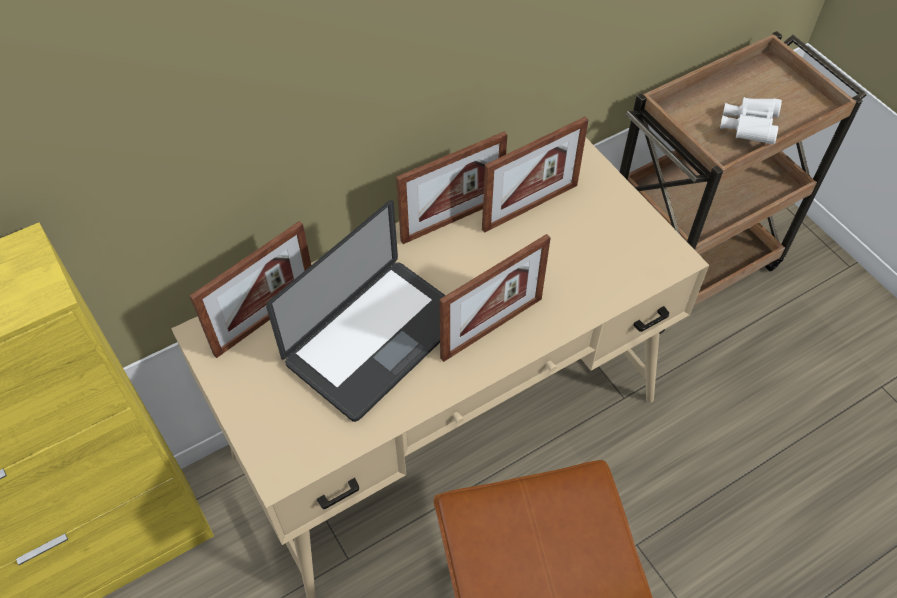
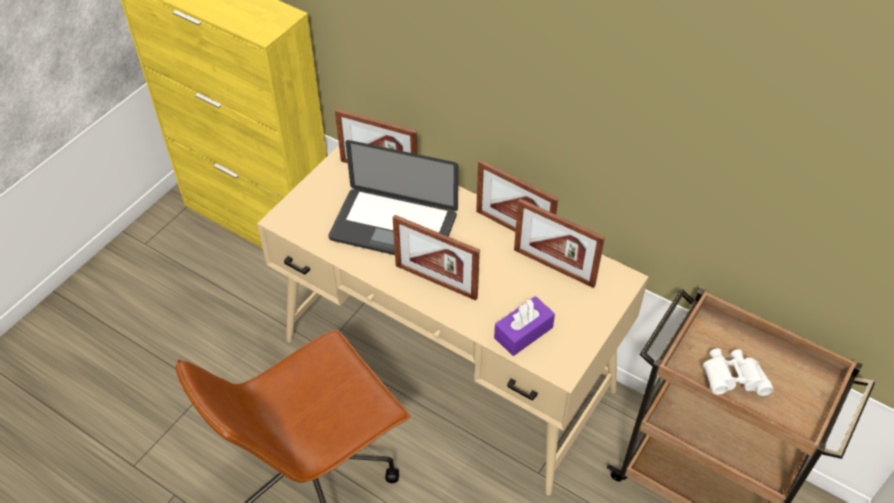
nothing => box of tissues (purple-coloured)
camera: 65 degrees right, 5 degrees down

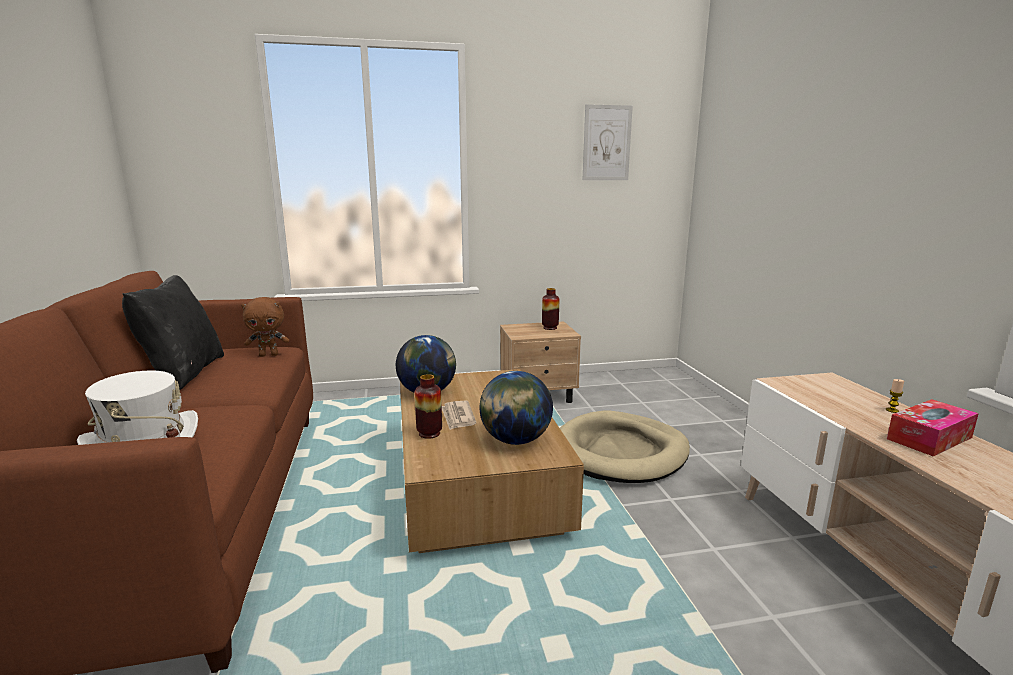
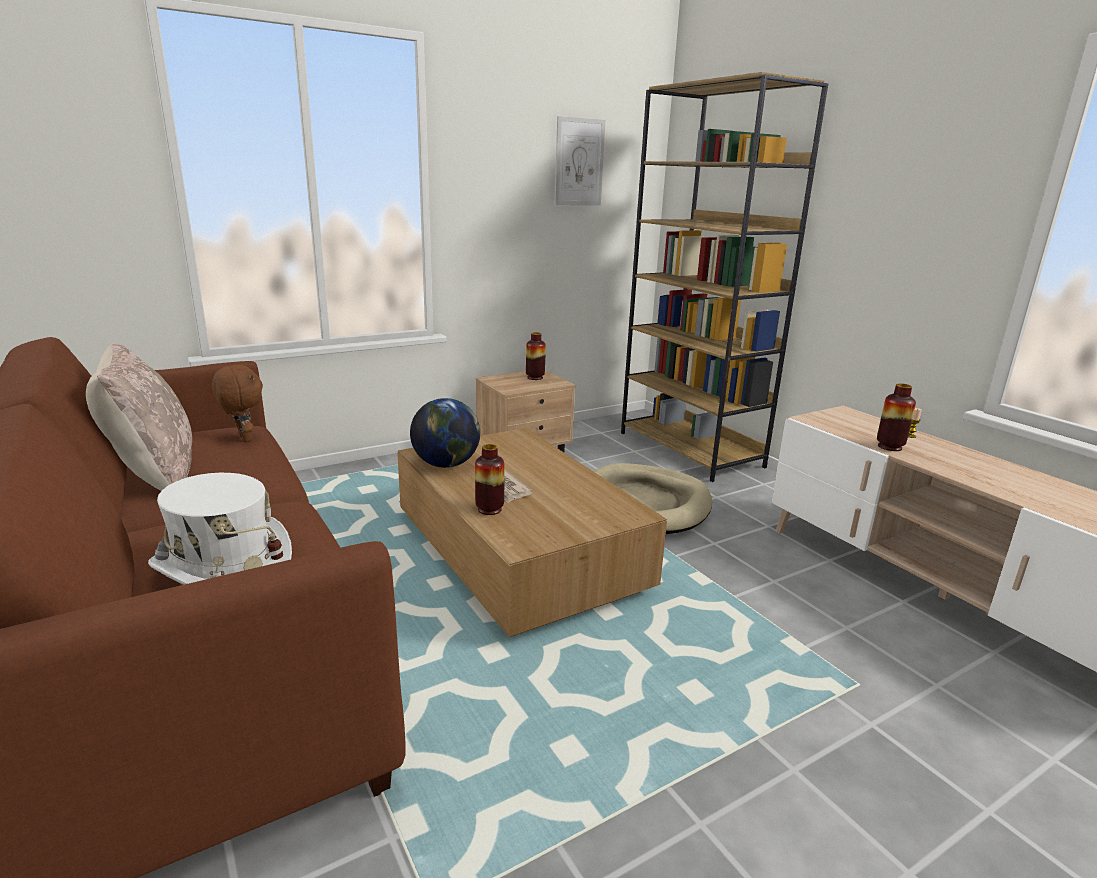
globe (no. 2 from left) => nothing
box of tissues => nothing
nothing => bookcase (brownish)
nothing => flower vase (no. 3 from left)
cushion (black-coloured) => cushion (sand-coloured)
plush toy (brownish), 90 degrees counterclockwise
camera: 20 degrees left, 5 degrees up

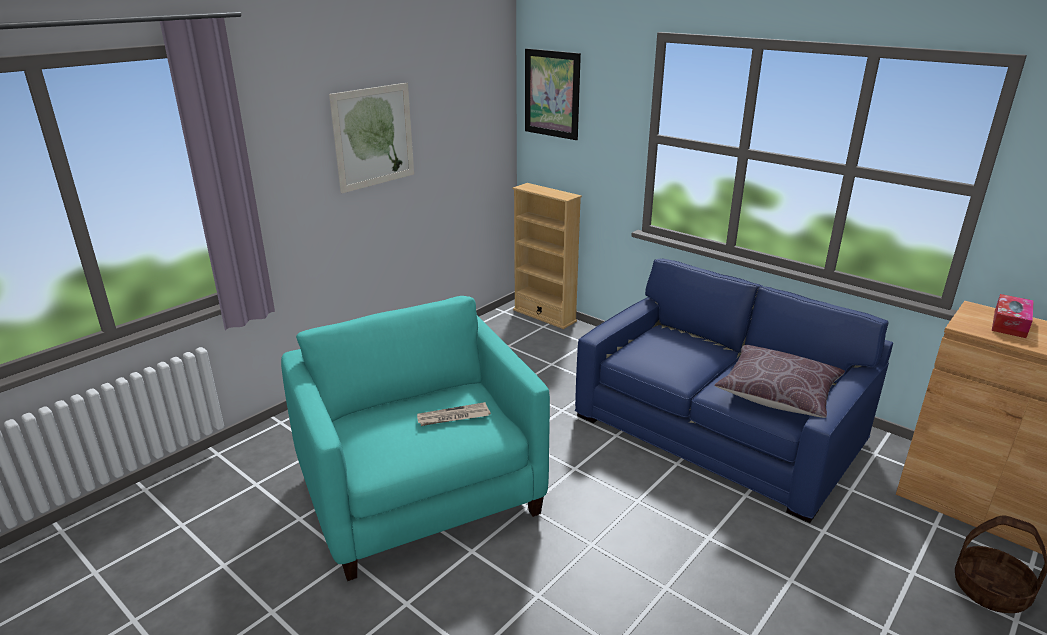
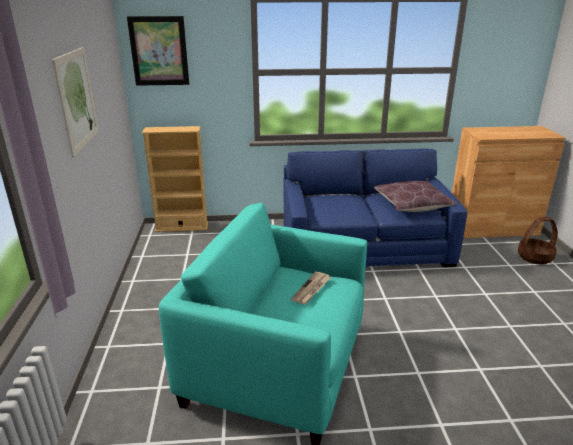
box of tissues => nothing
camera: 45 degrees left, 0 degrees up

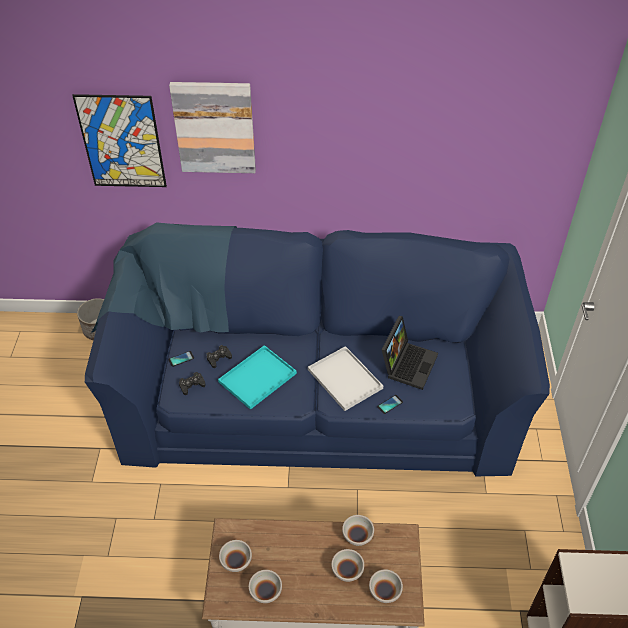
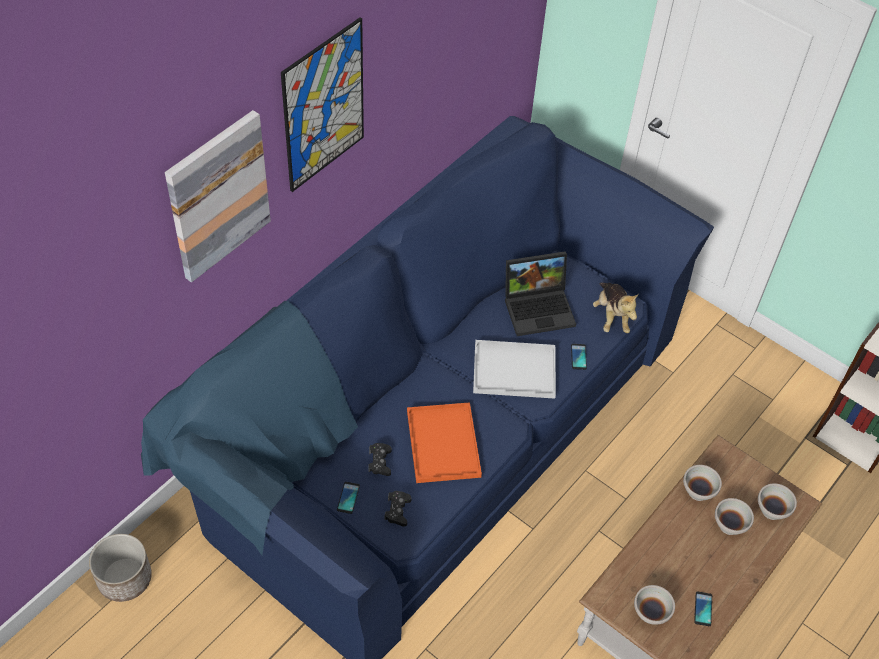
nothing => plush toy
picture (no. 1 from left in the first image) => picture (no. 2 from left), shifted
serving bowl (whitish) (no. 2 from left) => phone (no. 3 from left)
serving tray (blue-green) => serving tray (orange-coloured)
laptop, 105 degrees clockwise
camera: 55 degrees left, 5 degrees up

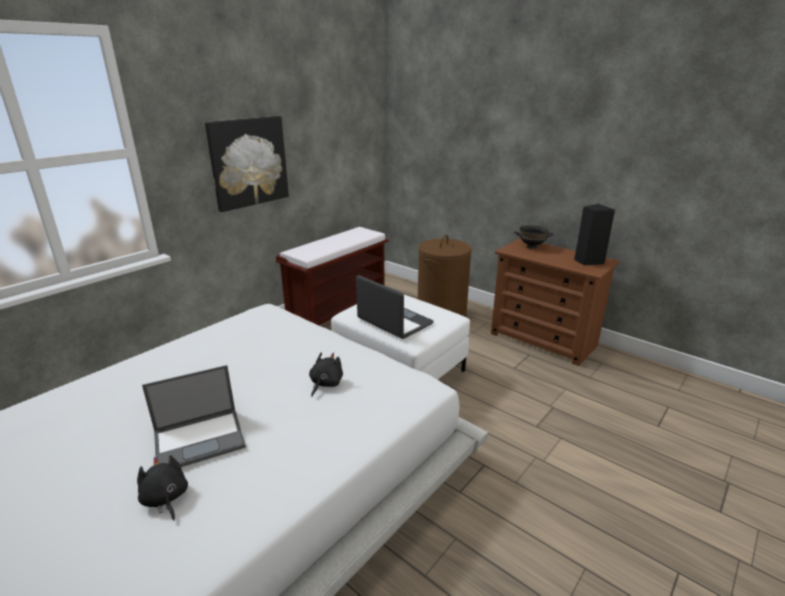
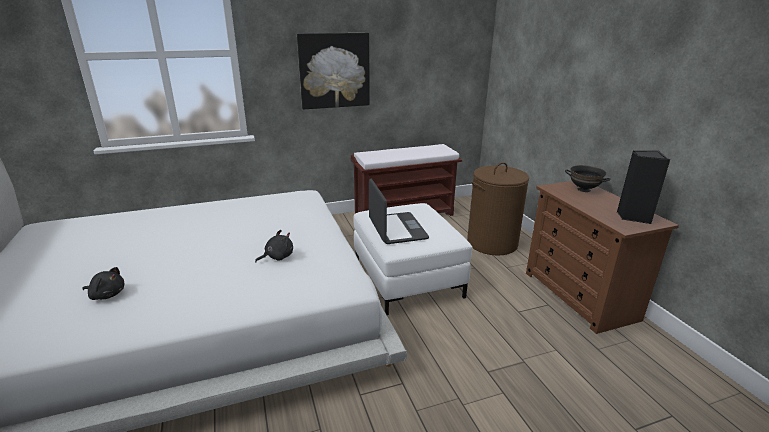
laptop (no. 1 from left) => nothing
plush toy (black-coloured) (no. 1 from left), 105 degrees clockwise
camera: 30 degrees right, 0 degrees up

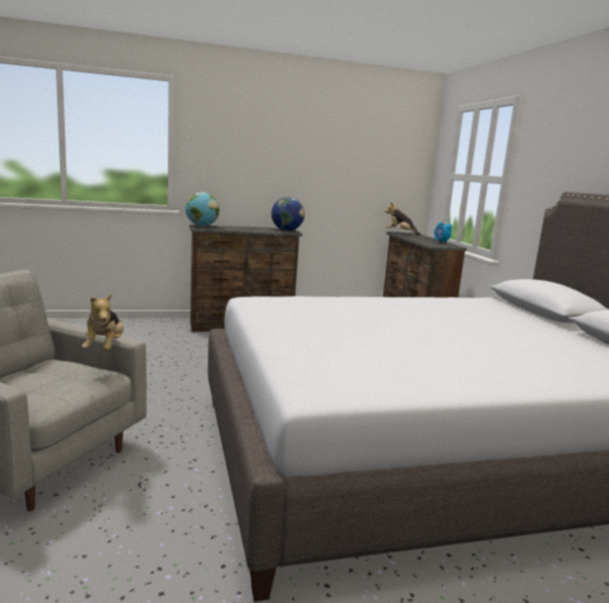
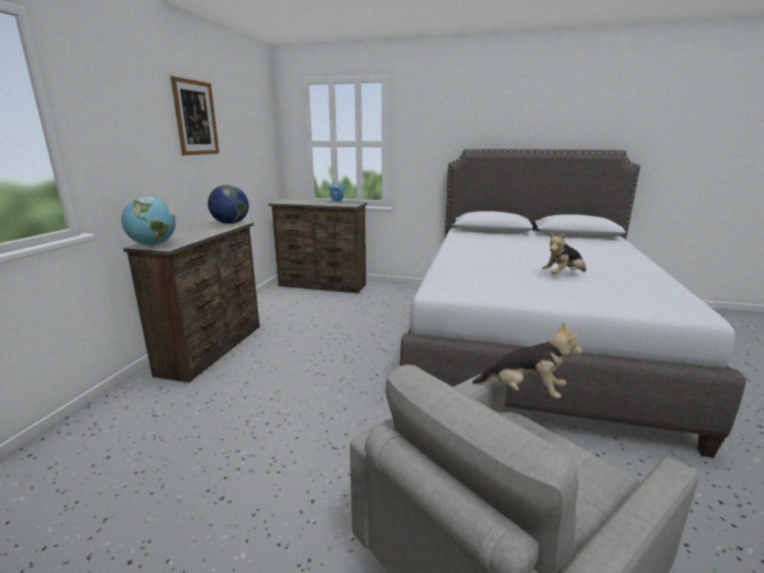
nothing => picture
plush toy (no. 2 from left), shifted
camera: 60 degrees left, 5 degrees up

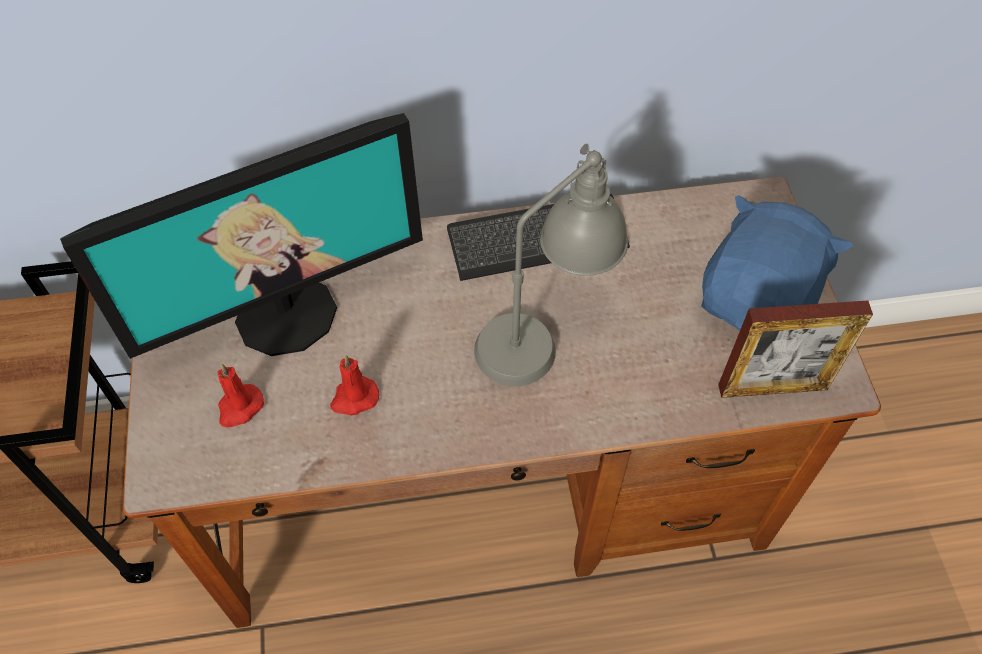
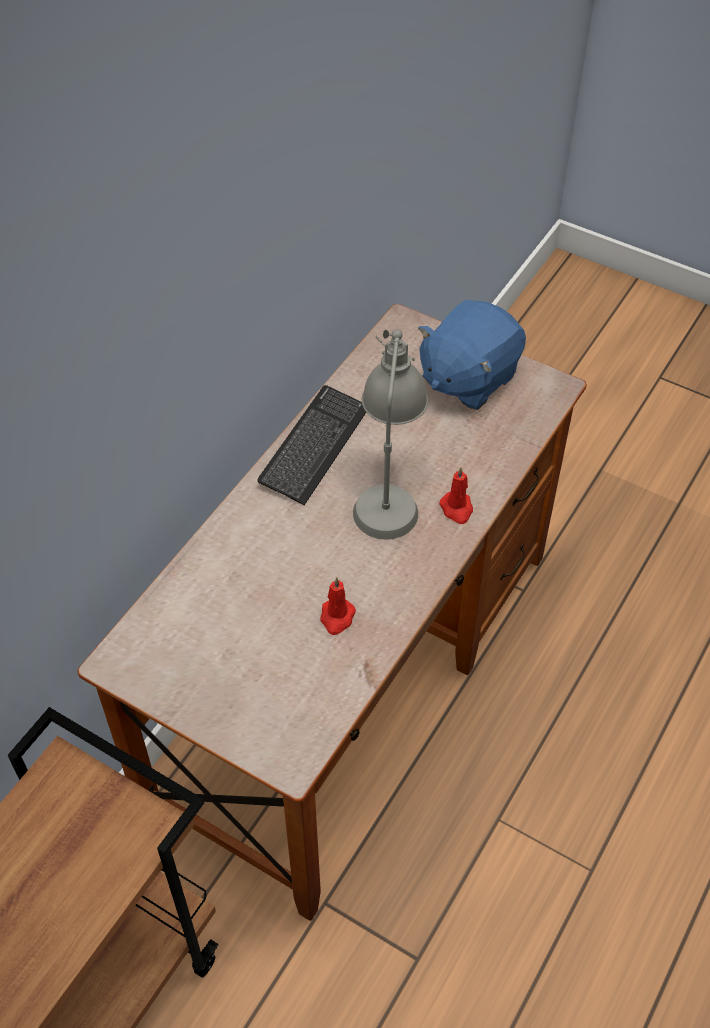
computer screen => nothing
photo frame => nothing
wax candle (reddish) (no. 1 from left in the first image) => wax candle (reddish) (no. 2 from left), shifted
plush toy (bluish), 120 degrees counterclockwise
camera: 50 degrees left, 5 degrees down

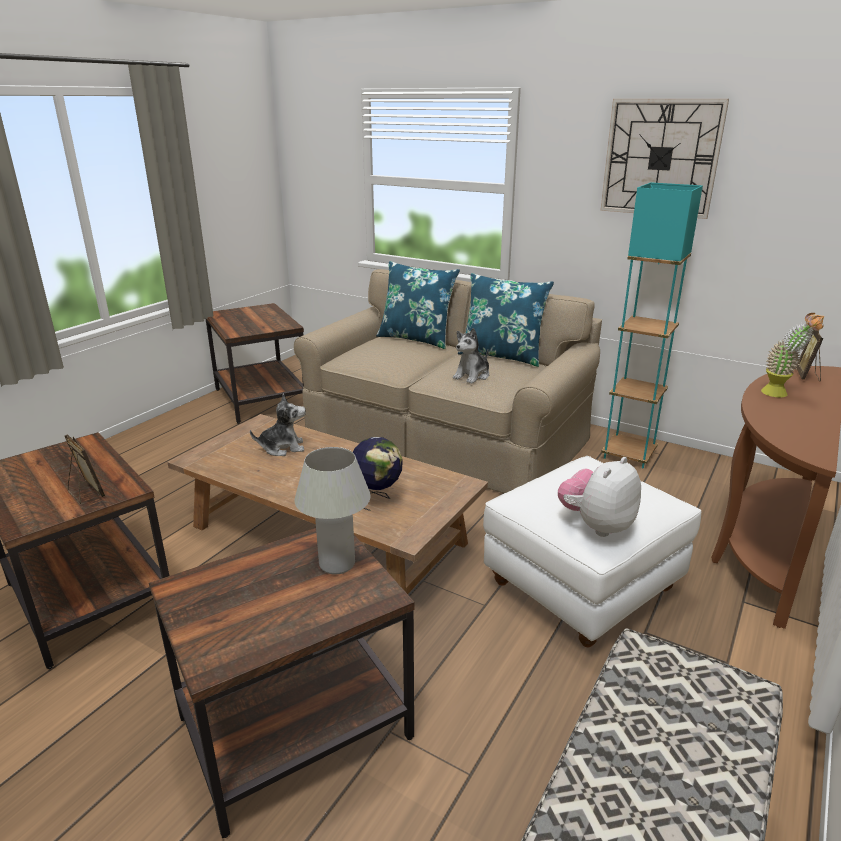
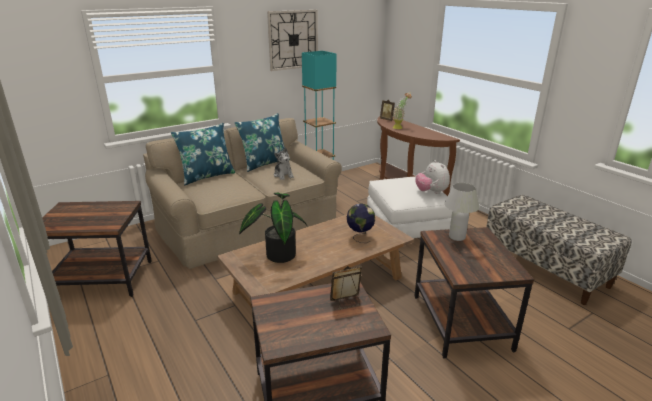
plush toy (no. 1 from left) => houseplant (no. 1 from left)
camera: 65 degrees left, 0 degrees up

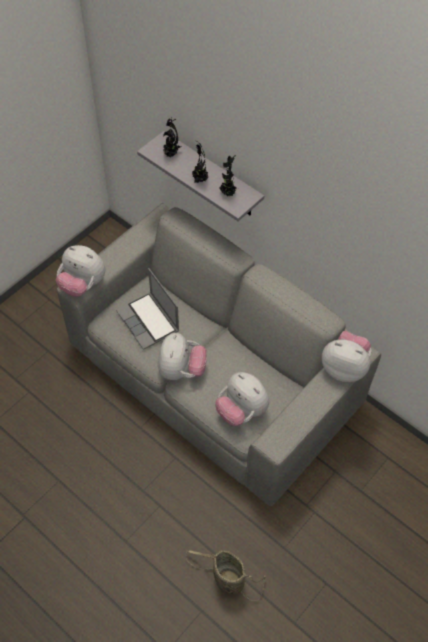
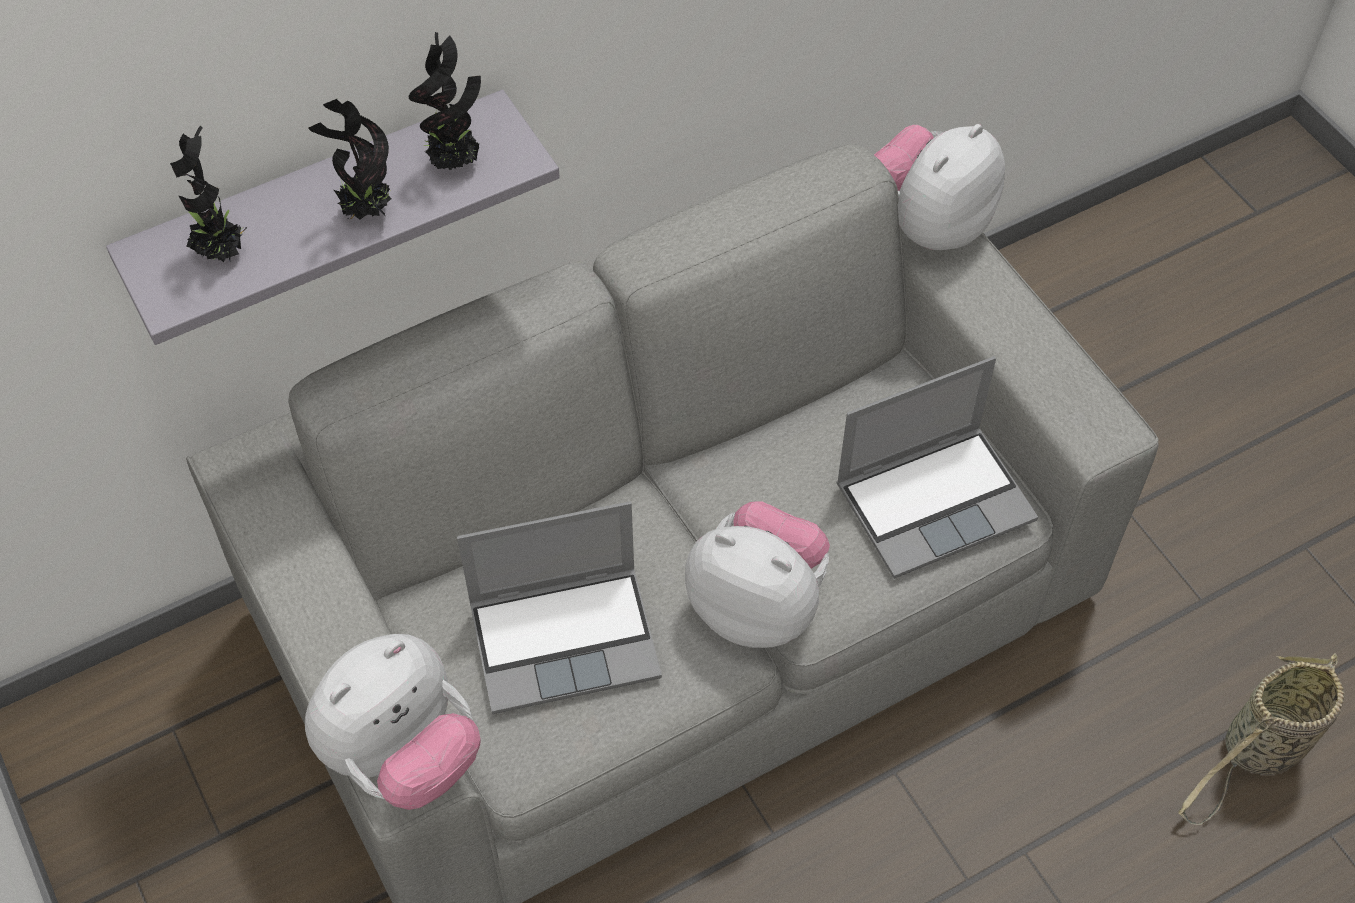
plush toy (no. 3 from left) => laptop (no. 2 from left)
camera: 70 degrees left, 0 degrees up

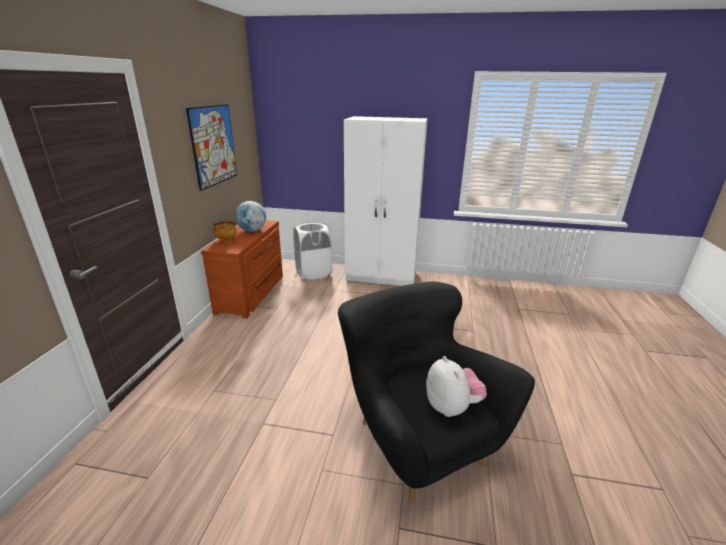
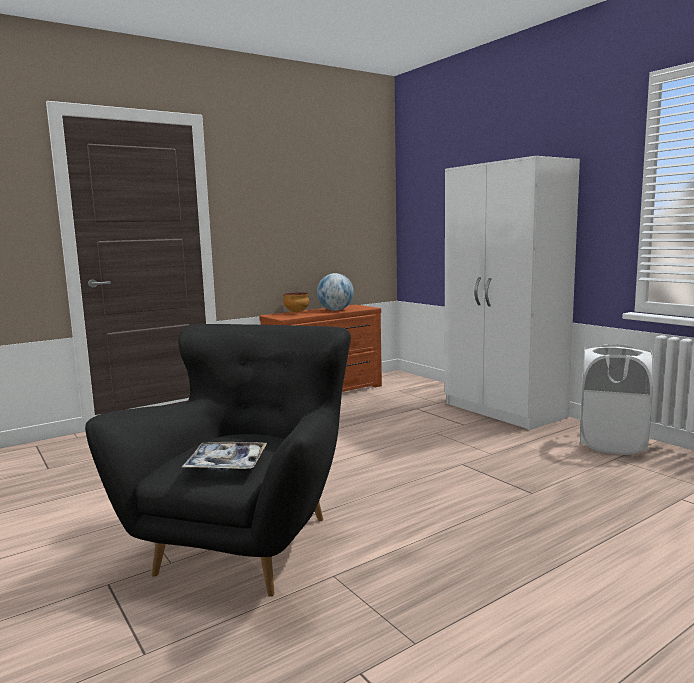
picture => nothing
laundry basket (whitish), shifted
plush toy => serving tray
camera: 45 degrees right, 15 degrees down

